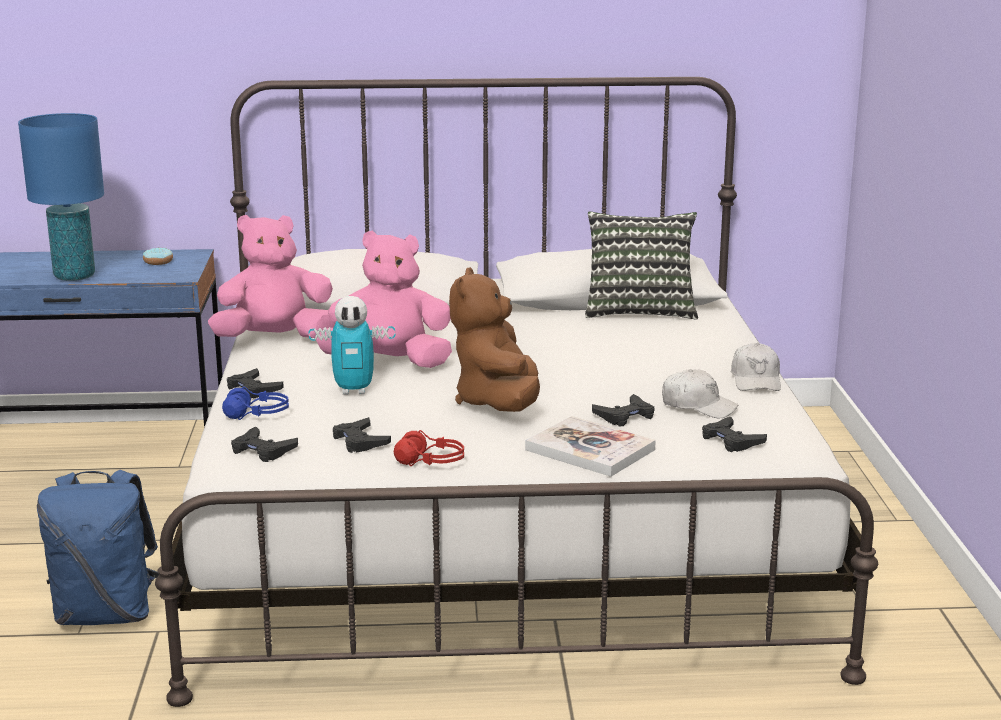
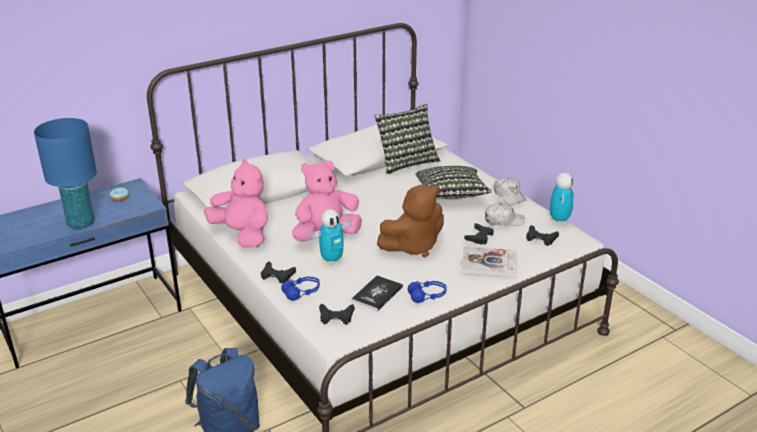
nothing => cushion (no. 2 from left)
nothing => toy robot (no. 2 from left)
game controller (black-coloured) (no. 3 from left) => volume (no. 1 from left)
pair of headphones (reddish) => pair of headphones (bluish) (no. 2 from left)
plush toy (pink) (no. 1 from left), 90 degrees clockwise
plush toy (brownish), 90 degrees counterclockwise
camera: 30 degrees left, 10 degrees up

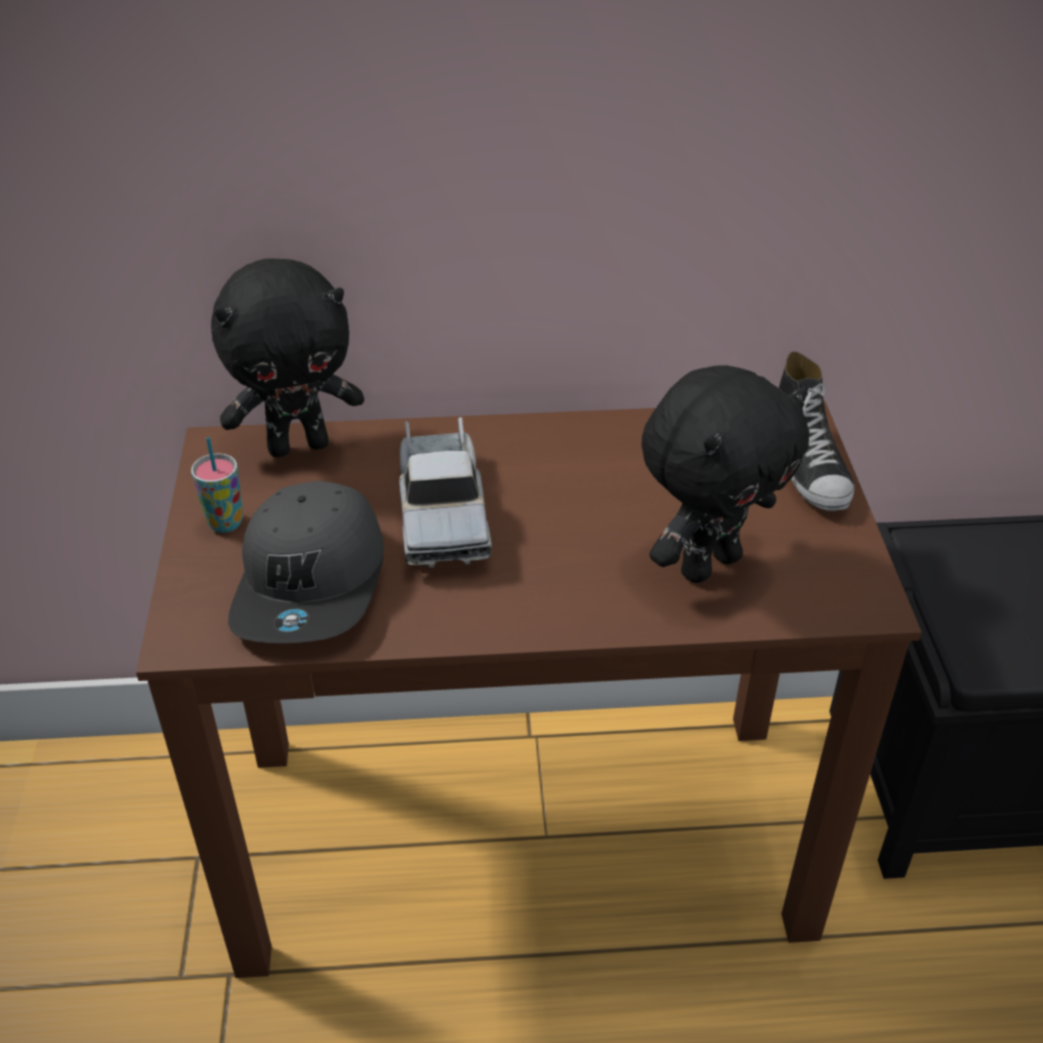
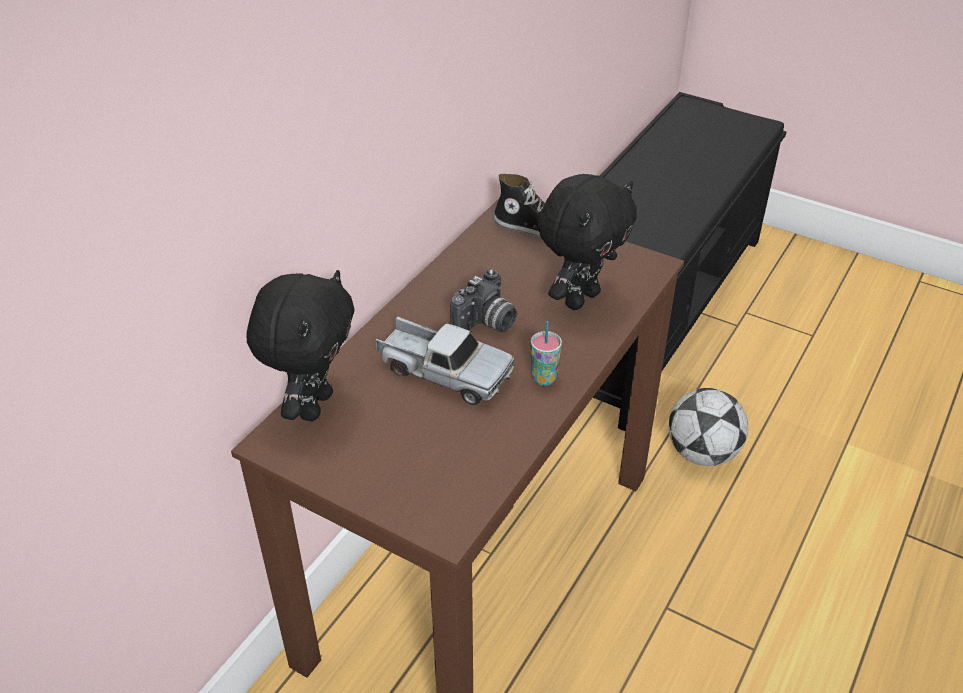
baseball cap (grey) => nothing
nothing => still camera
nothing => football
cup, shifted
plush toy (black-coloured) (no. 2 from left), 45 degrees clockwise
camera: 55 degrees left, 0 degrees up

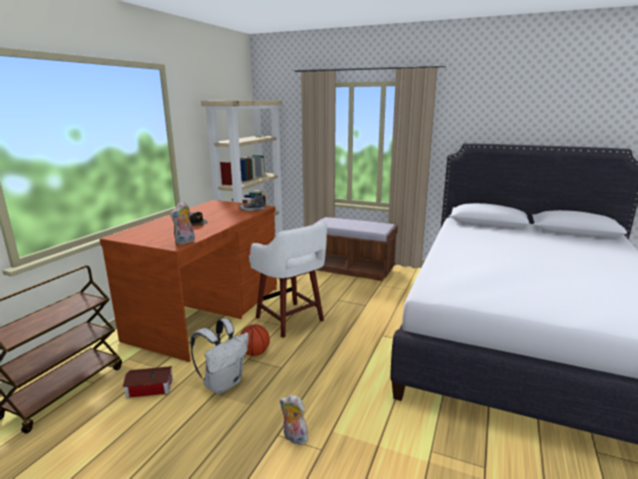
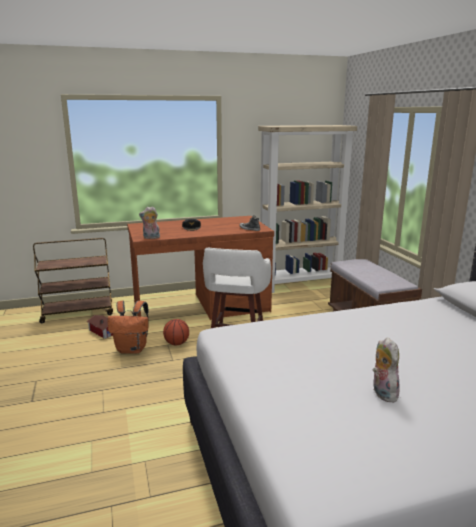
plush toy (no. 2 from left), shifted
backpack (whitish) => backpack (orange-coloured)
camera: 50 degrees right, 0 degrees up

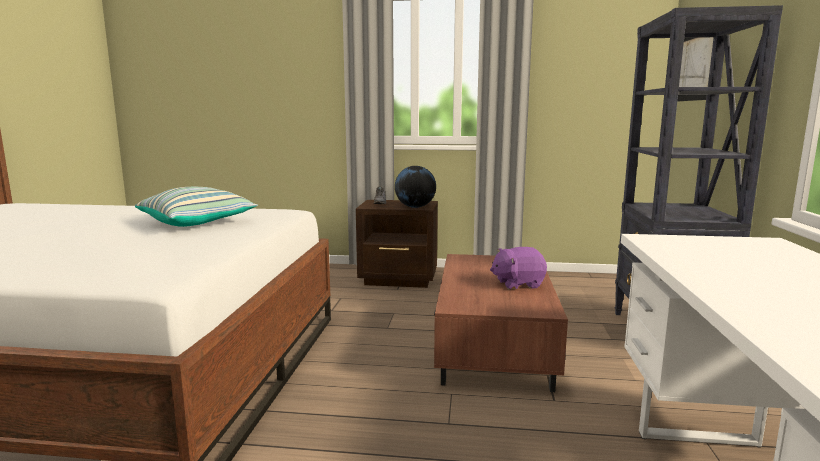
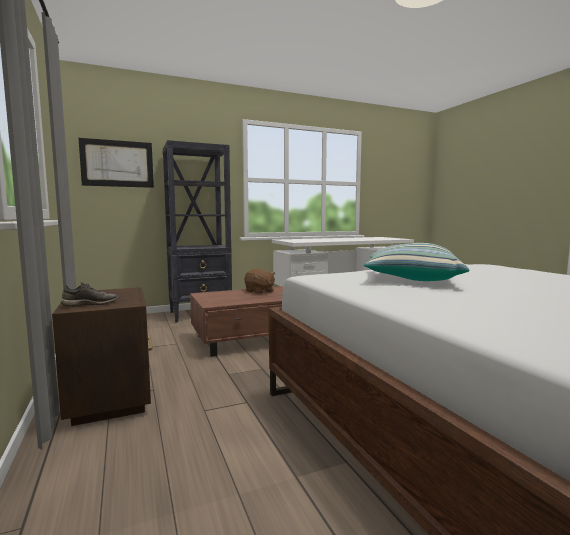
globe => nothing
plush toy (purple-coloured) => plush toy (brownish)
camera: 120 degrees left, 5 degrees down

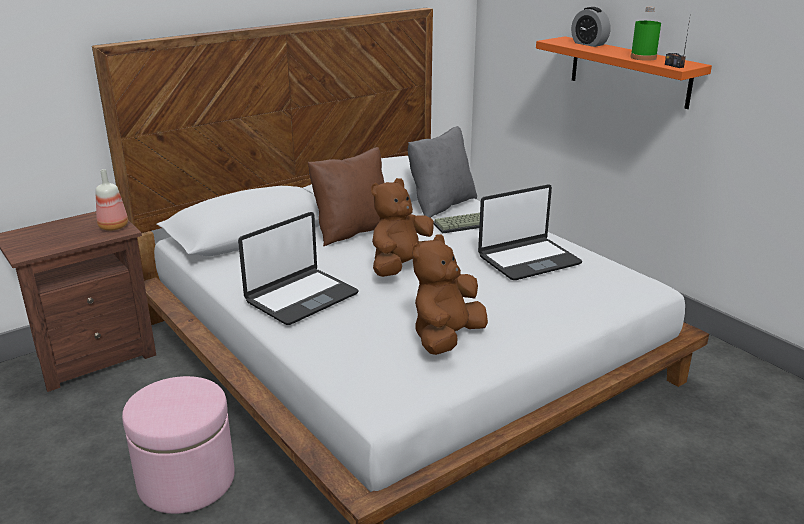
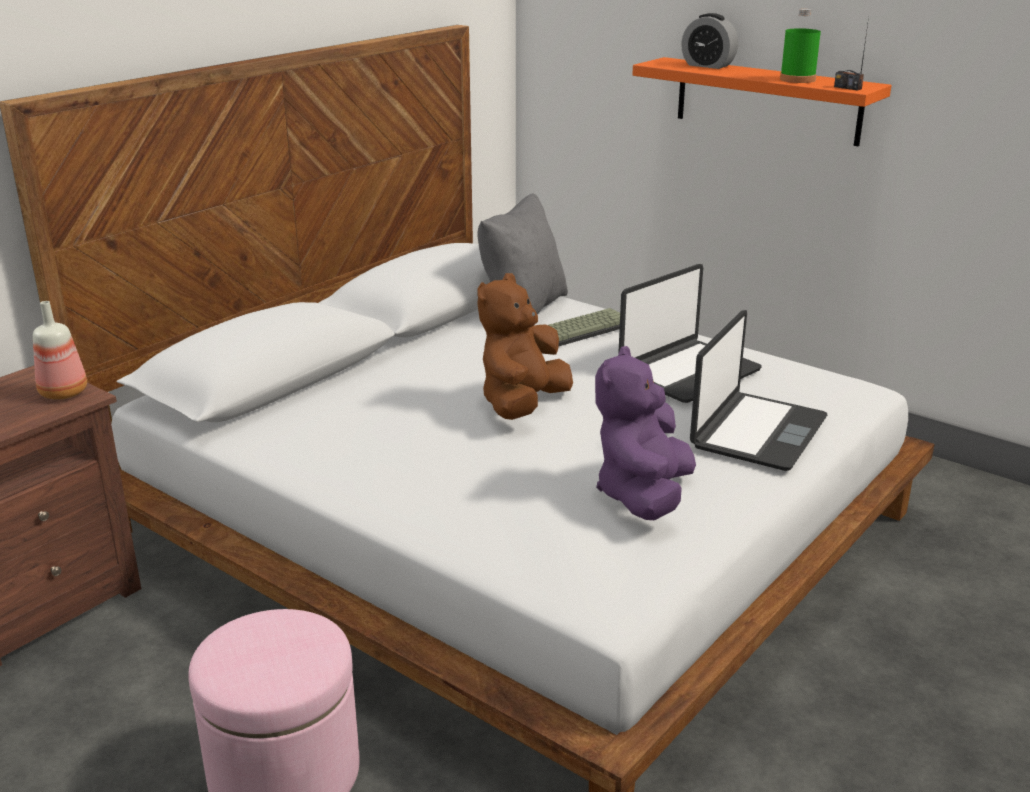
cushion (brownish) => nothing
laptop (no. 1 from left in the first image) => laptop (no. 2 from left), shifted
plush toy (brownish) (no. 2 from left) => plush toy (purple-coloured)
camera: 15 degrees left, 0 degrees up

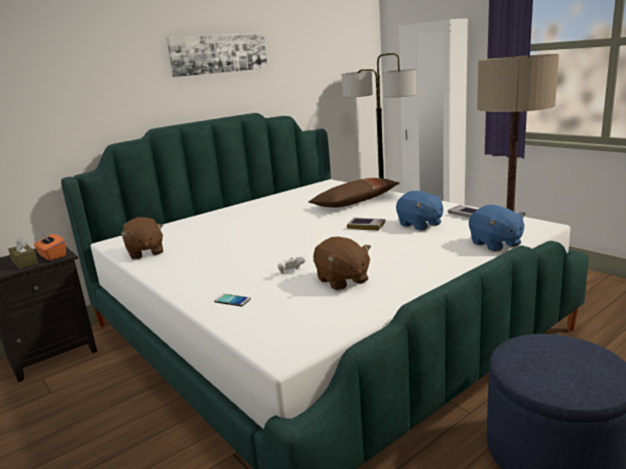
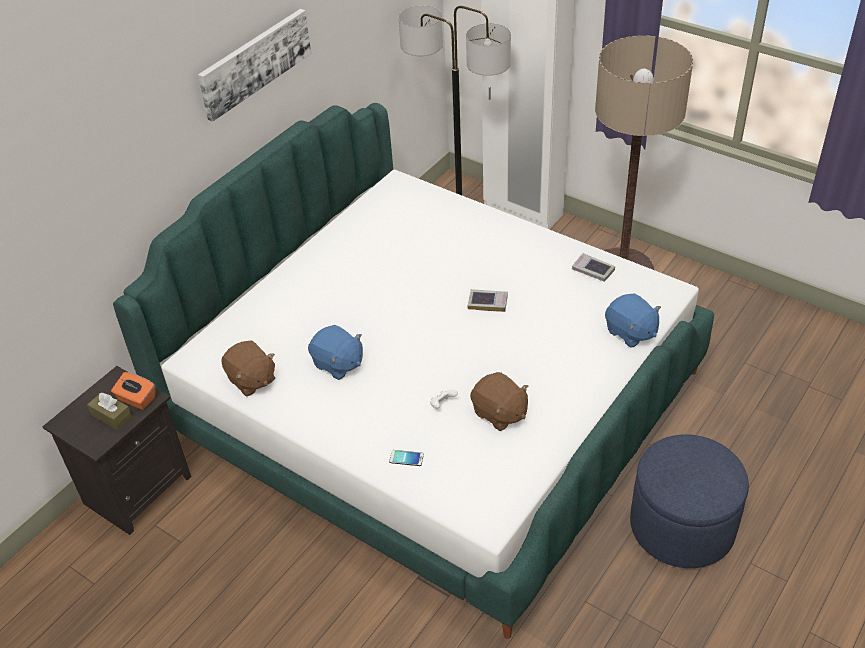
cushion (brownish) => nothing
plush toy (bluish) (no. 1 from left), shifted
camera: 15 degrees left, 25 degrees up

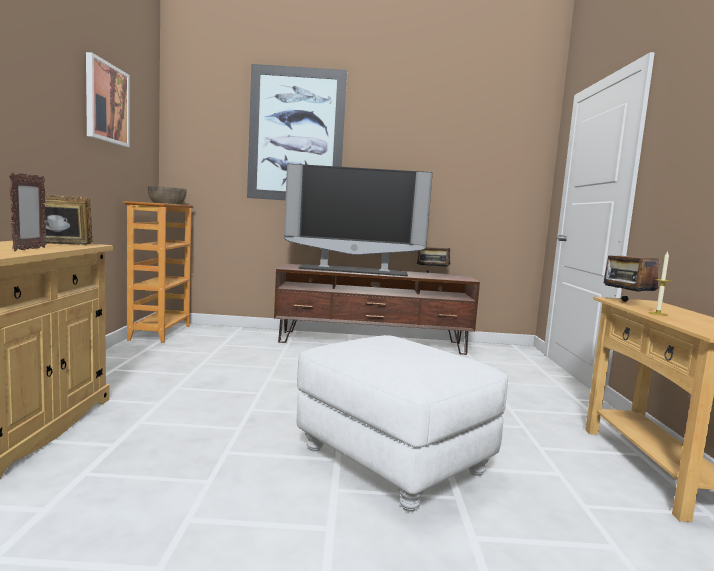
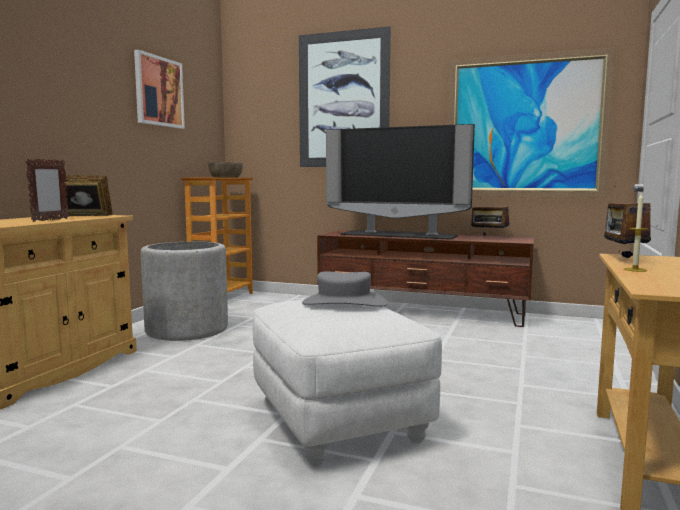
nothing => flower pot (grey)
nothing => clothing hat (grey)
nothing => picture (no. 3 from left)
camera: 20 degrees right, 0 degrees up

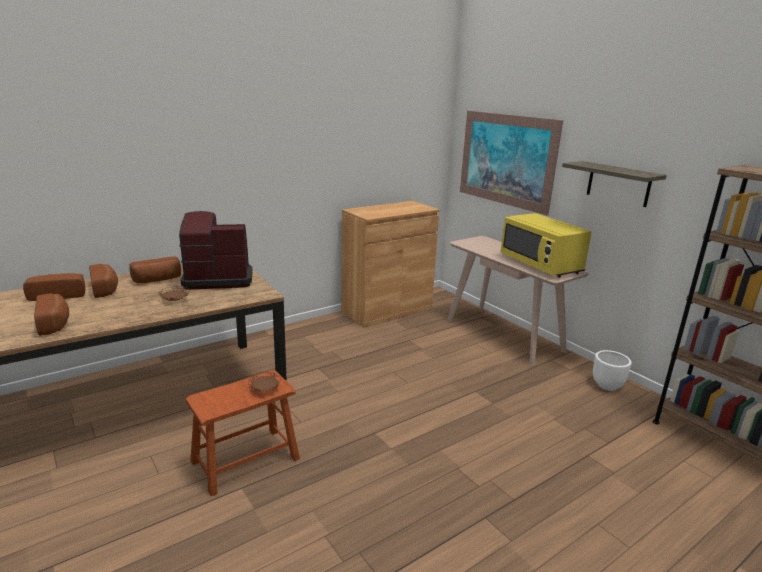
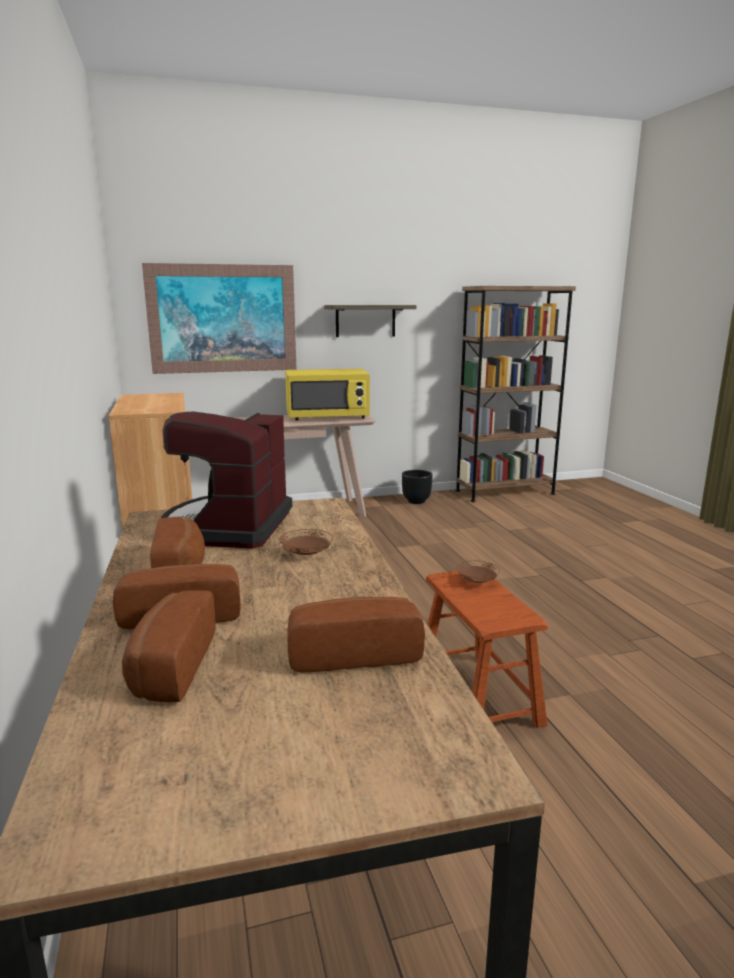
flower pot (whitish) => flower pot (black-coloured)
camera: 70 degrees left, 5 degrees down

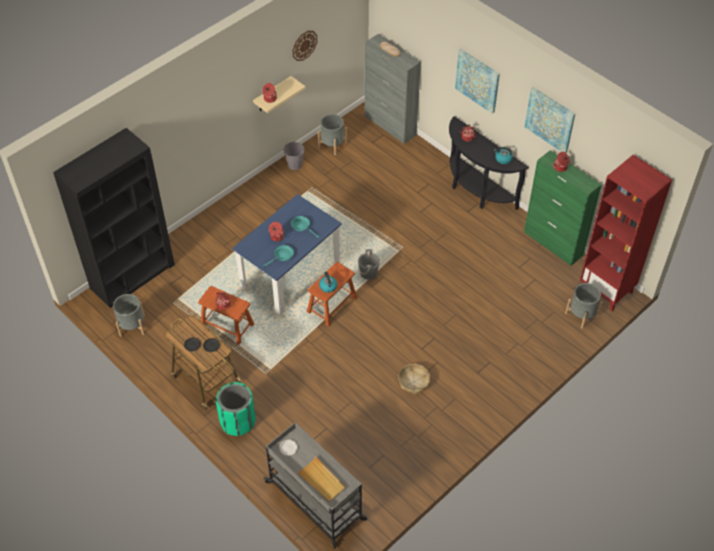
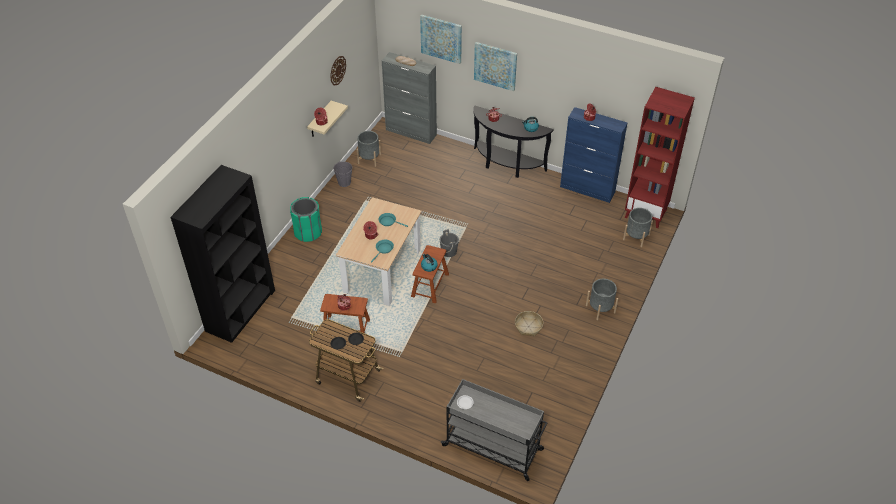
serving tray (sand-coloured) => nothing
flower pot (grey) (no. 1 from left in the first image) => flower pot (grey) (no. 2 from left), shifted
trash can (green-coloured), shifted
picture (no. 2 from left in the first image) => picture (no. 1 from left), shifted
kitchen table (bluish) => kitchen table (sand-coloured)
cupboard (green-coloured) => cupboard (bluish)
camera: 20 degrees left, 5 degrees down

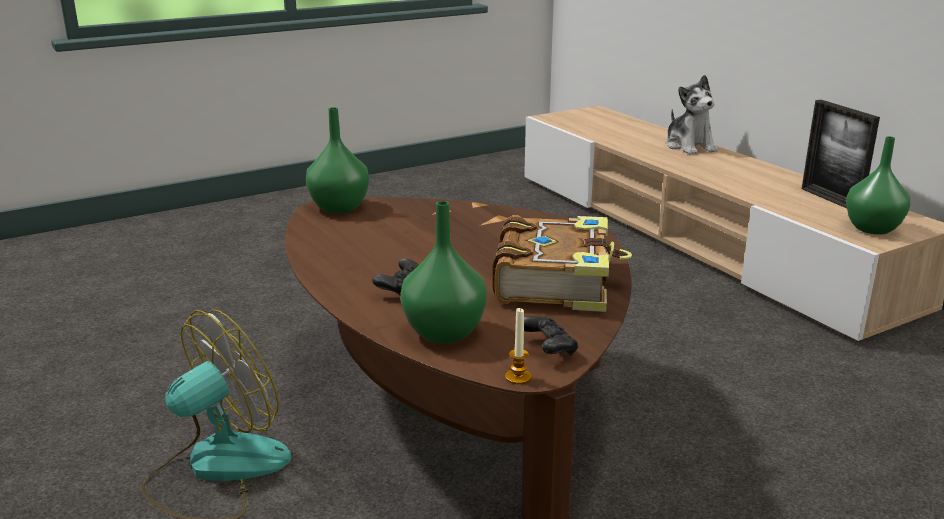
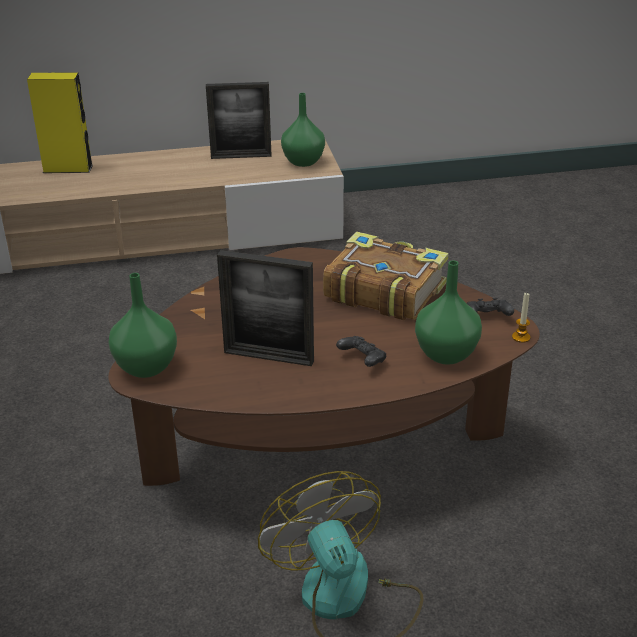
nothing => photo frame (no. 2 from left)
plush toy => audio speaker (yellow)
camera: 70 degrees left, 10 degrees up

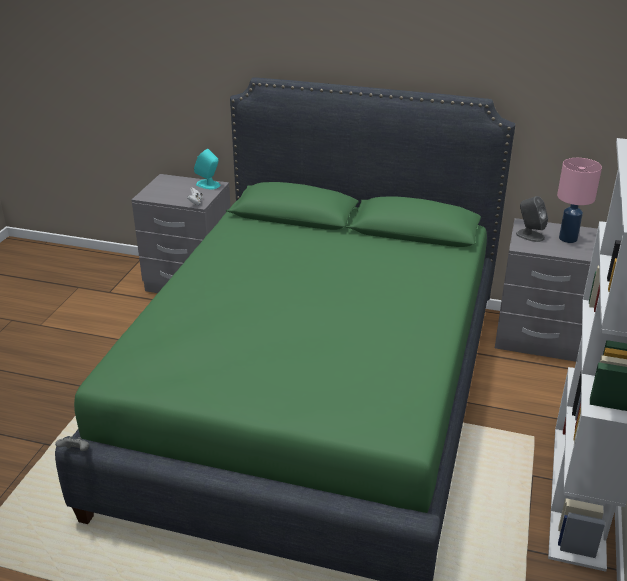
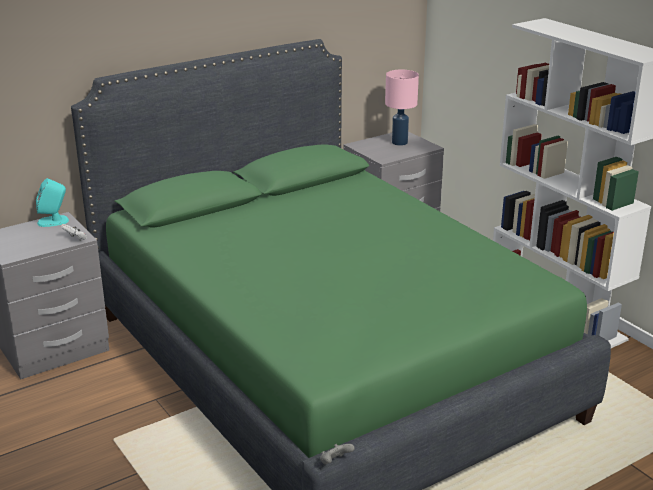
audio speaker (grey) => nothing
camera: 50 degrees left, 5 degrees down

